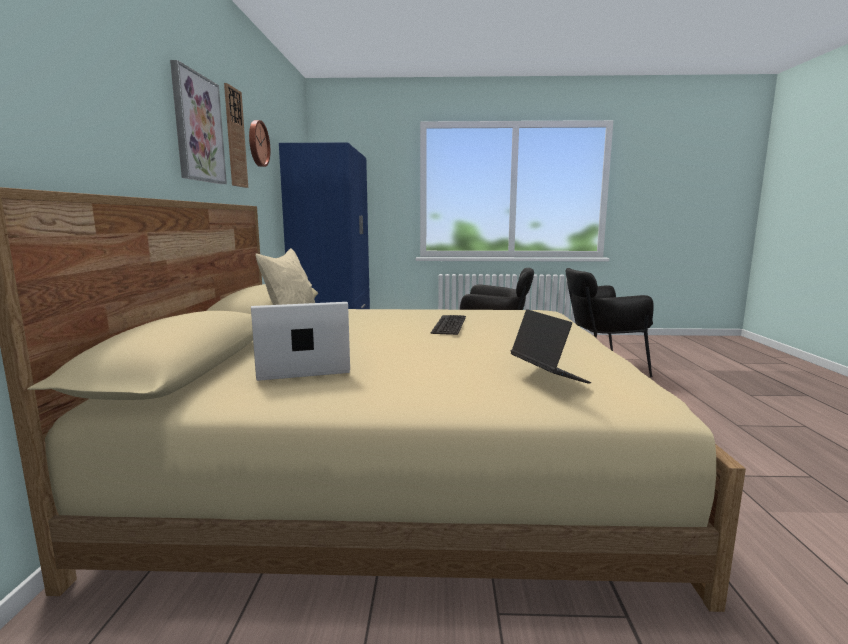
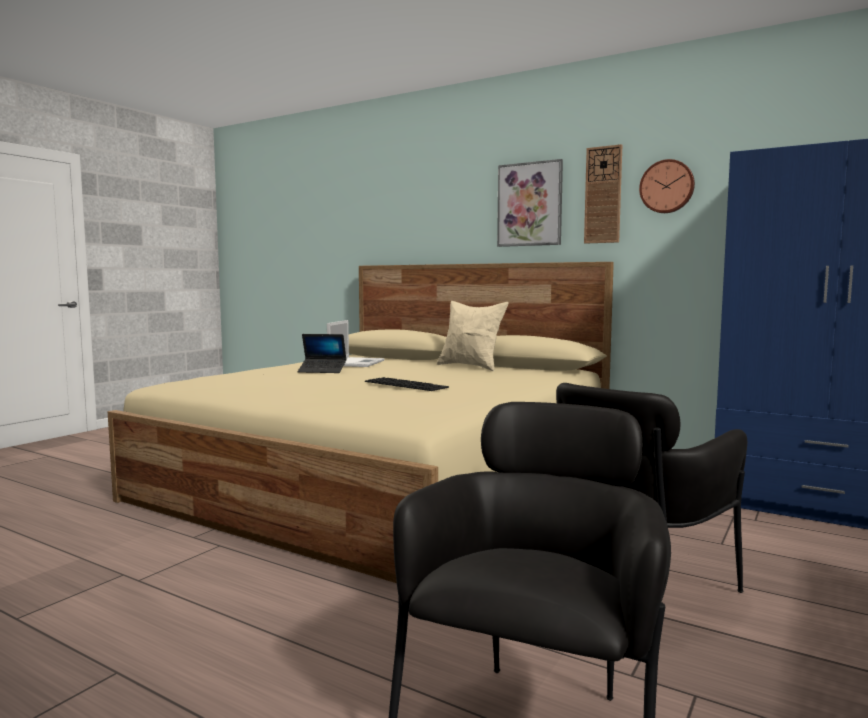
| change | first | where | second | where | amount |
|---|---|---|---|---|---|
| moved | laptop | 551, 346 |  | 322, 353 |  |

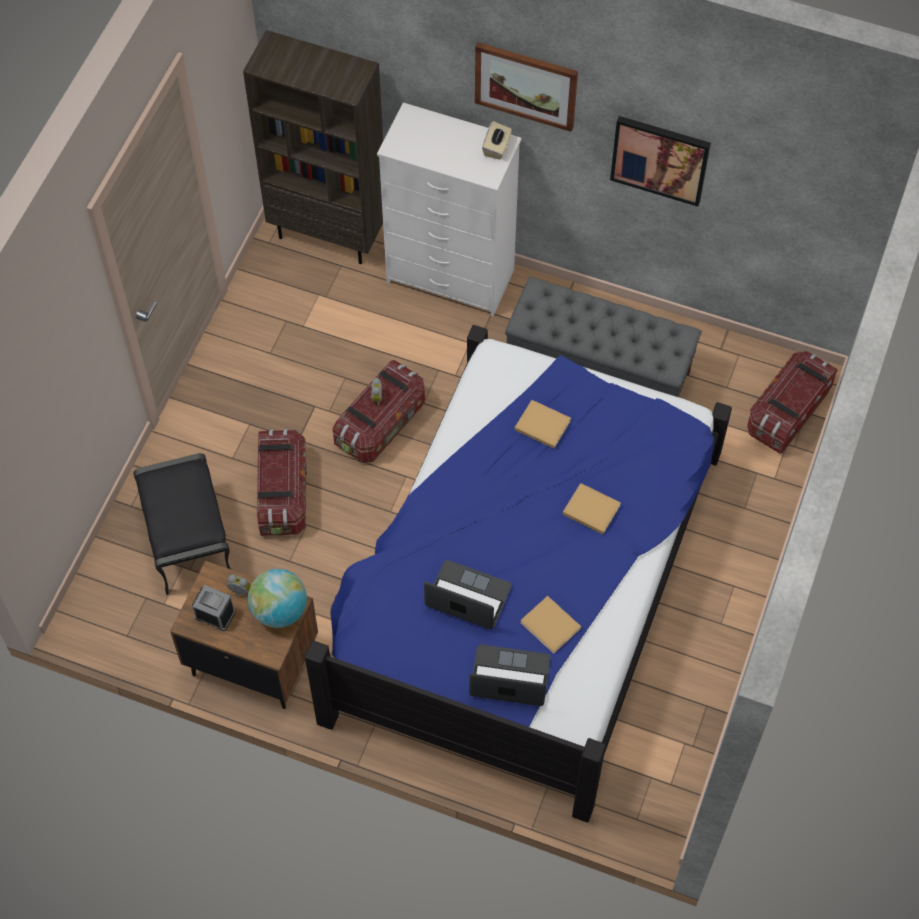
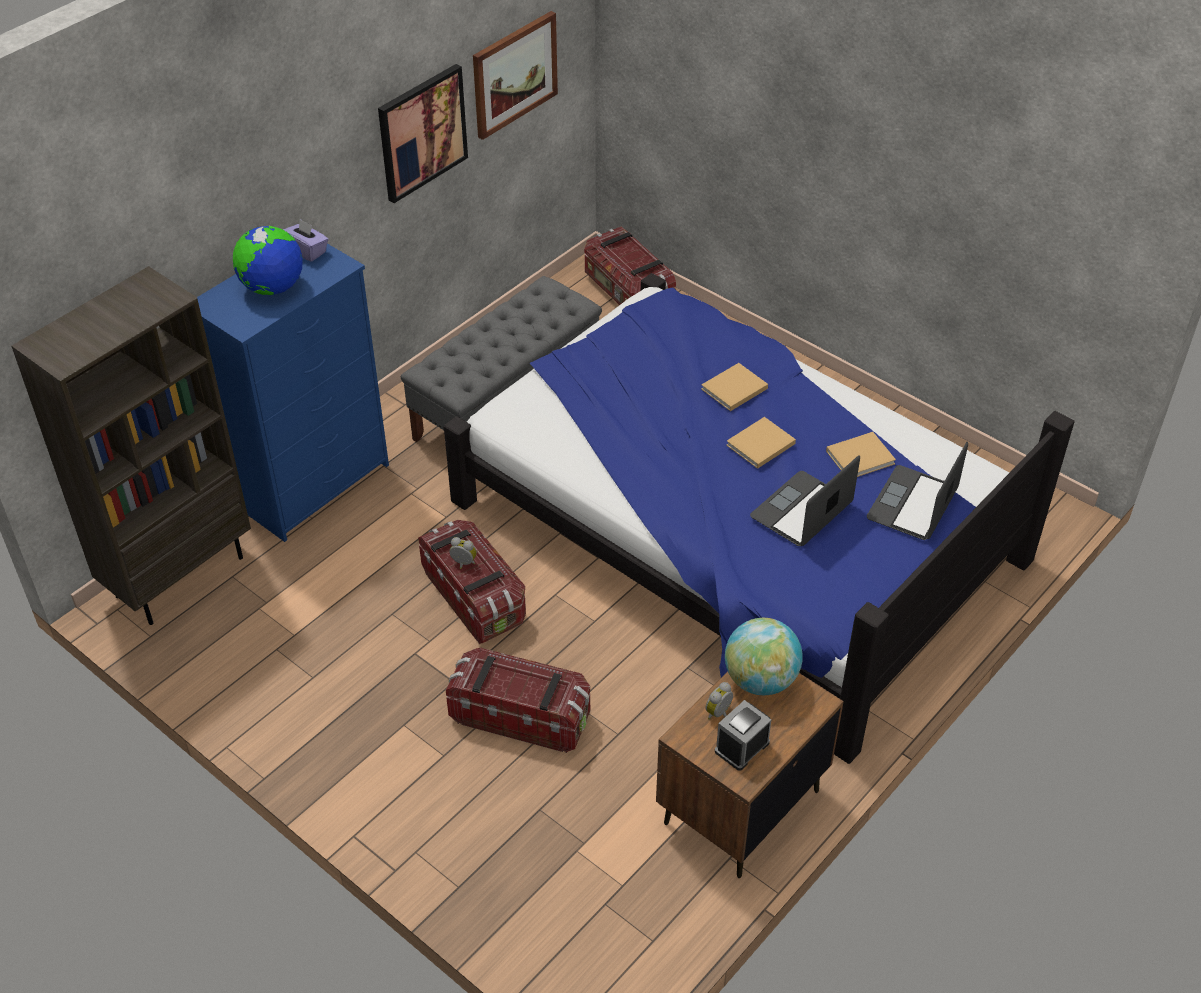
| change | first | where | second | where | amount |
|---|---|---|---|---|---|
| removed | black ottoman | 182, 524 |  |  |  |
| added |  |  | globe | 268, 260 |  |
| moved | picture | 526, 87 |  | 515, 75 |  |
| moved | beige book | 543, 424 |  | 761, 443 |  |
| recoloured | white dresser | 449, 209 | blue dresser | 293, 393 |  |
| recoloured | beige tissue box | 497, 140 | purple tissue box | 306, 240 |  |

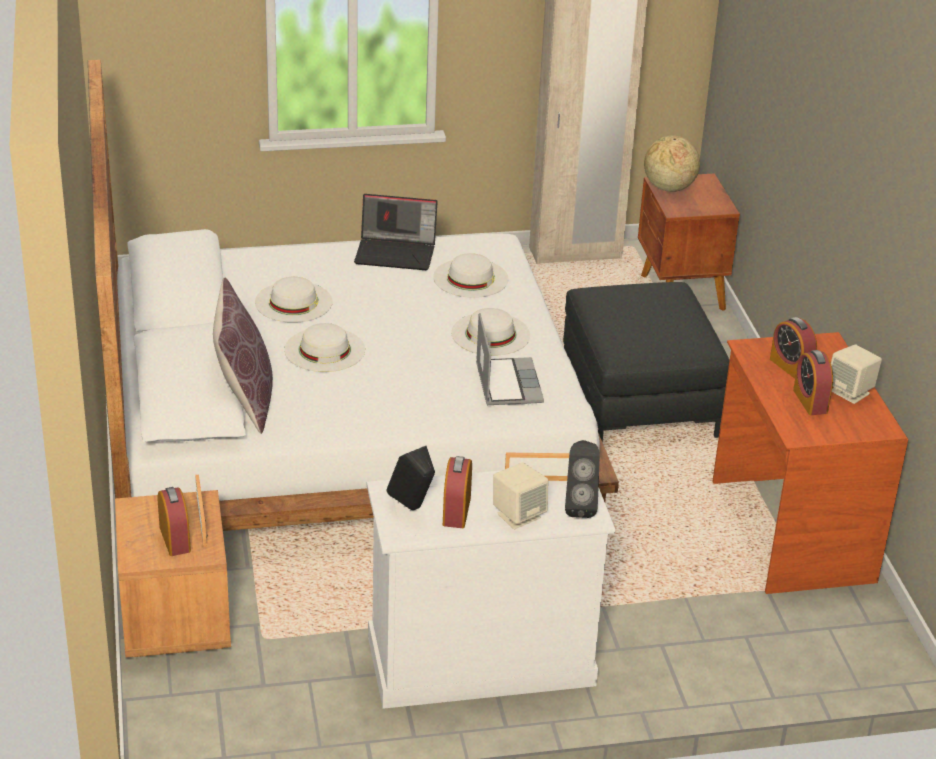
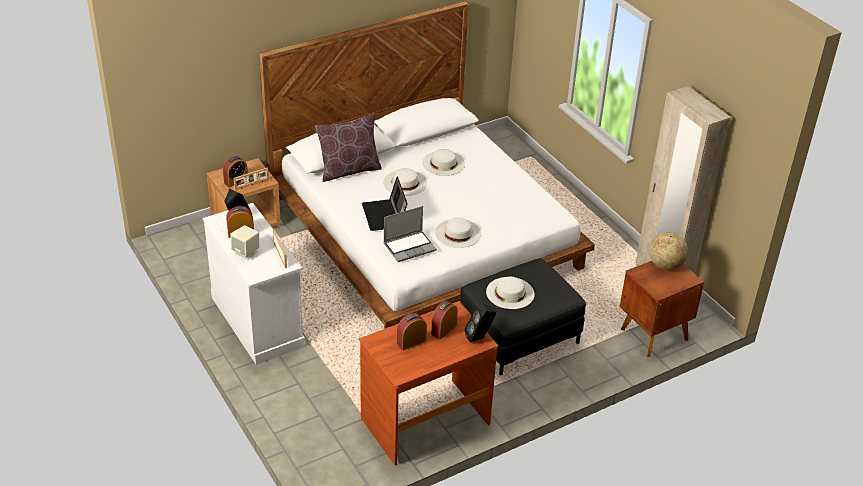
| change | first | where | second | where | amount |
|---|---|---|---|---|---|
| removed | beige speaker | 856, 374 |  |  |  |
| moved | laptop | 396, 232 |  | 385, 204 |  |
| moved | white hat | 471, 275 |  | 510, 293 |  |
| moved | black speaker | 582, 479 |  | 480, 323 |  |

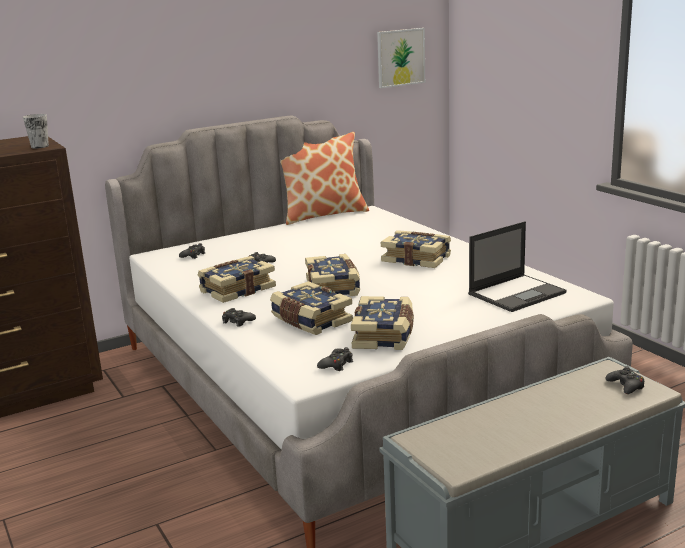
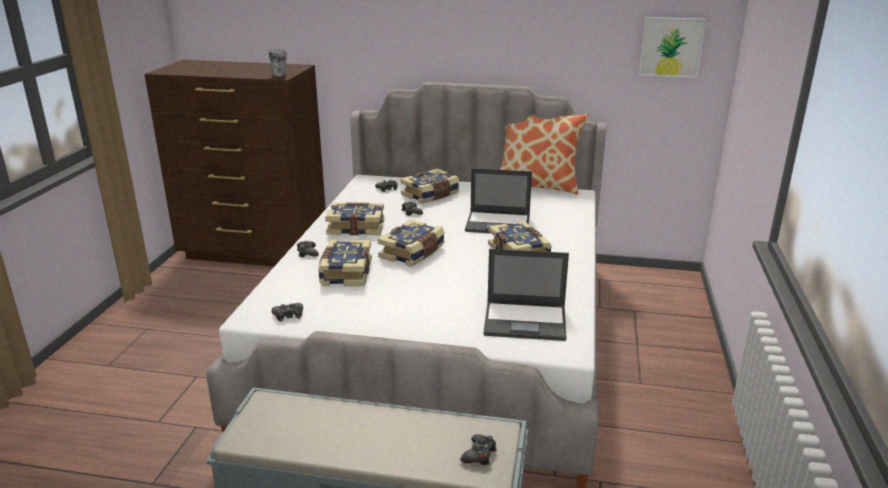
| change | first | where | second | where | amount |
|---|---|---|---|---|---|
| added |  |  | laptop | 498, 200 |  |
| moved | book | 382, 323 |  | 430, 186 |  |

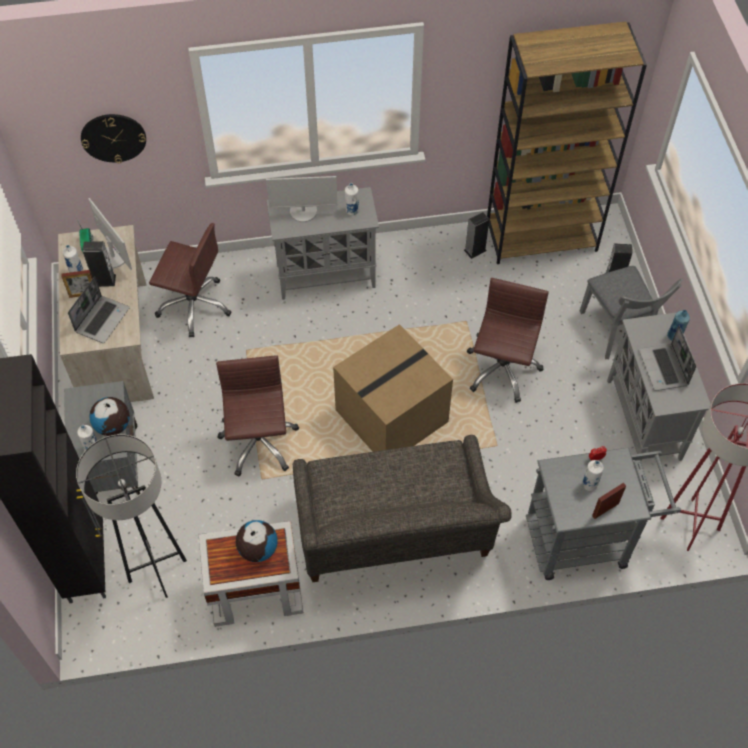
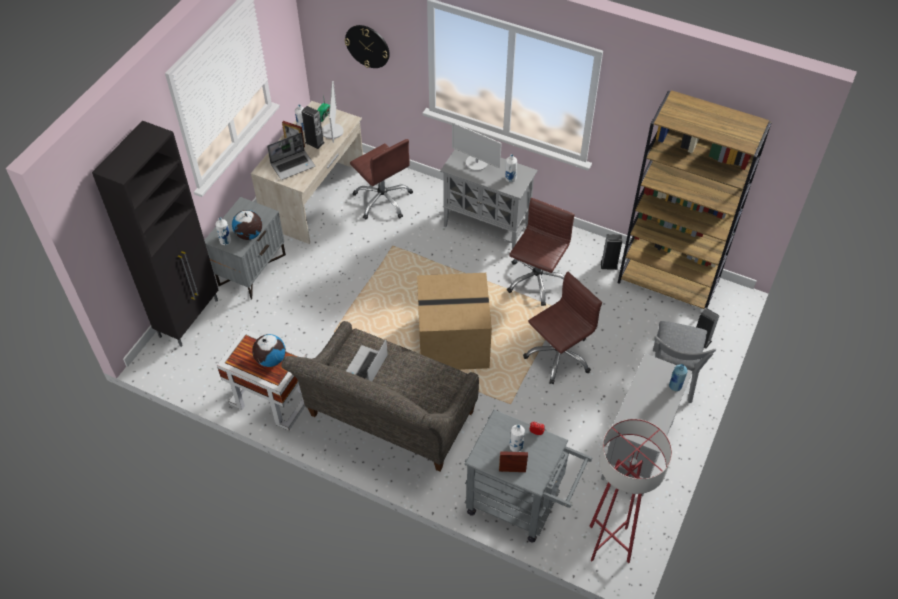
| change | first | where | second | where | amount |
|---|---|---|---|---|---|
| removed | grey floor lamp | 131, 516 |  |  |  |
| moved | brown office chair | 257, 416 |  | 541, 252 |  |
| moved | laptop | 667, 358 |  | 367, 360 |  |

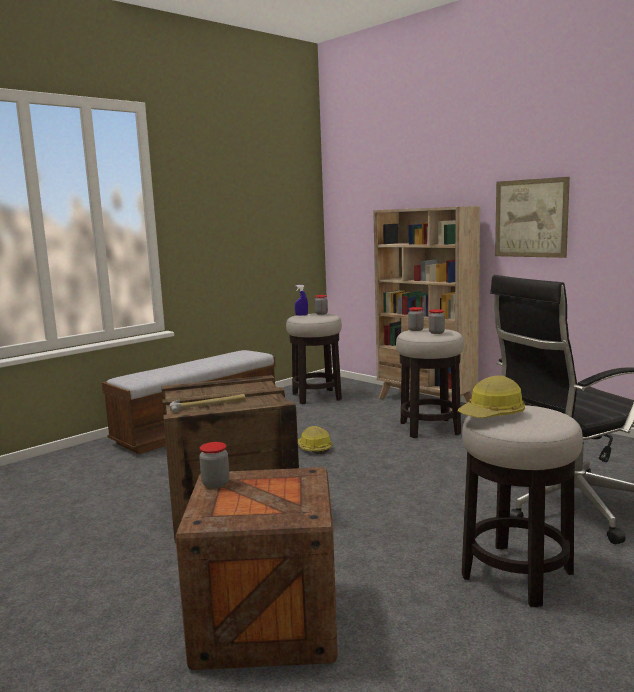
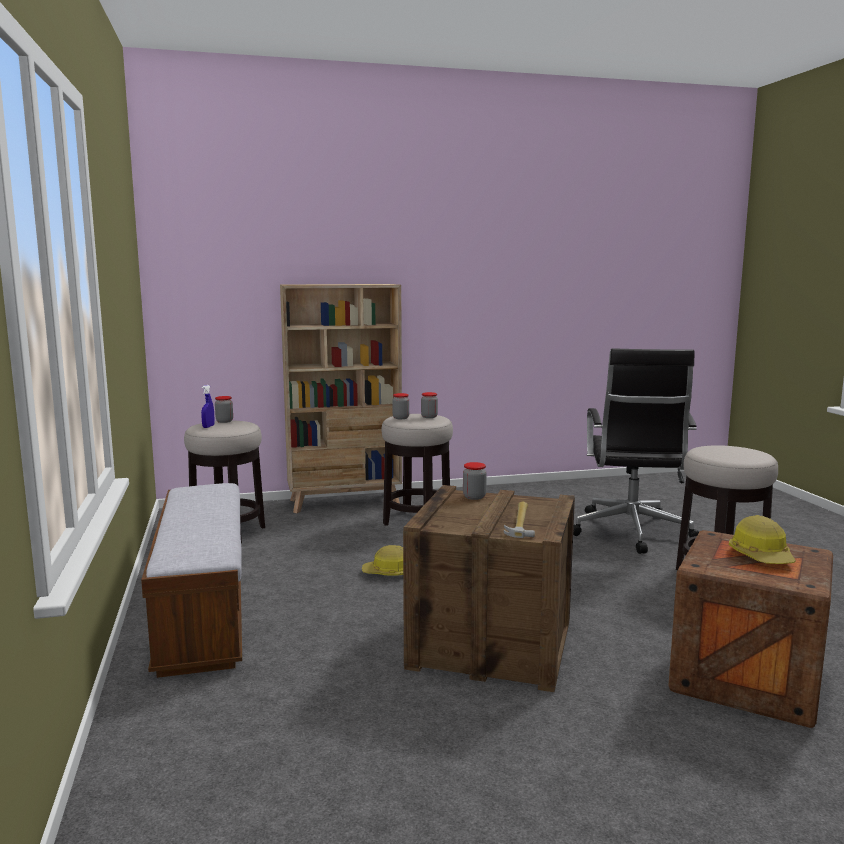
| change | first | where | second | where | amount |
|---|---|---|---|---|---|
| removed | picture | 532, 217 |  |  |  |
| moved | jar | 214, 465 |  | 475, 481 |  |
| moved | hard hat | 491, 396 |  | 762, 539 |  |

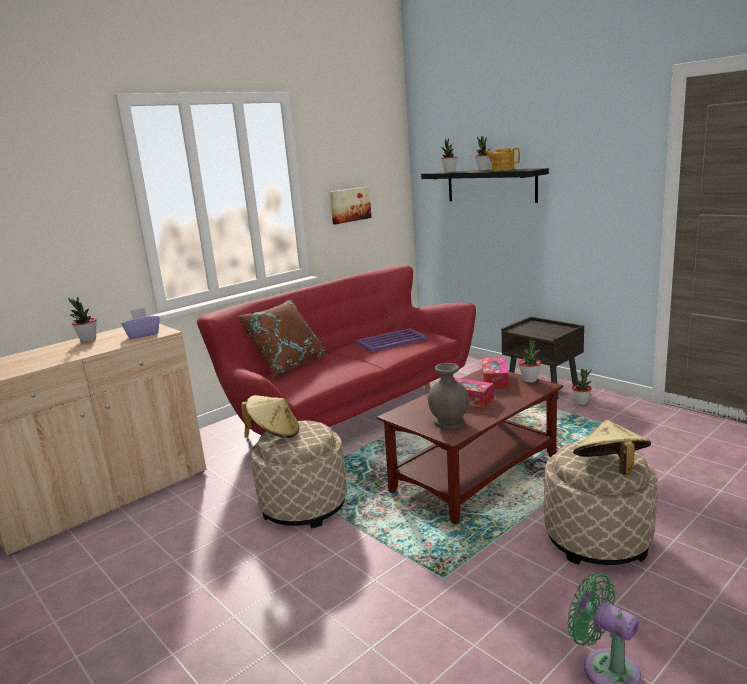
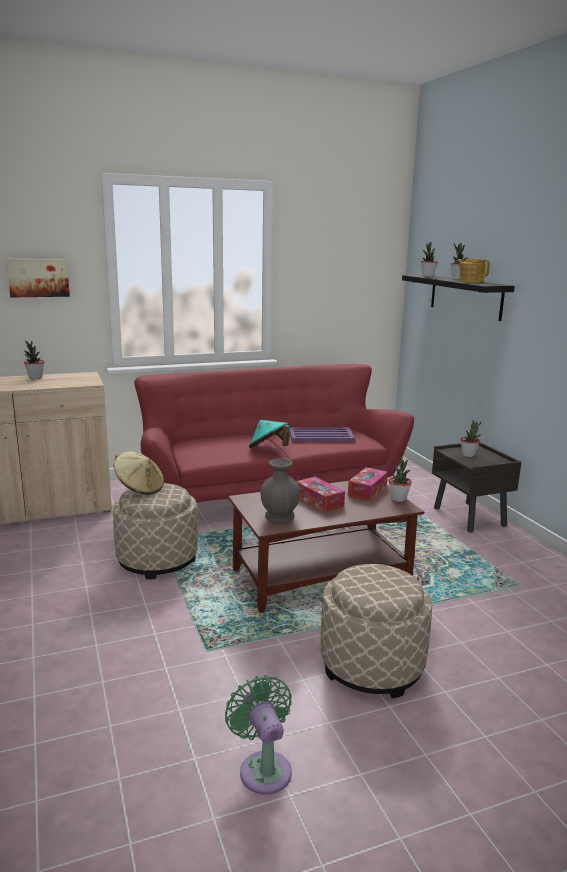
| change | first | where | second | where | amount |
|---|---|---|---|---|---|
| removed | purple tissue box | 140, 323 |  |  |  |
| removed | brown pillow | 283, 338 |  |  |  |
| removed | beige hat | 612, 447 |  |  |  |
| added |  |  | turquoise hat | 269, 434 |  |
| moved | picture | 351, 205 |  | 38, 278 |  |
| moved | potted plant | 582, 387 |  | 470, 438 |  |

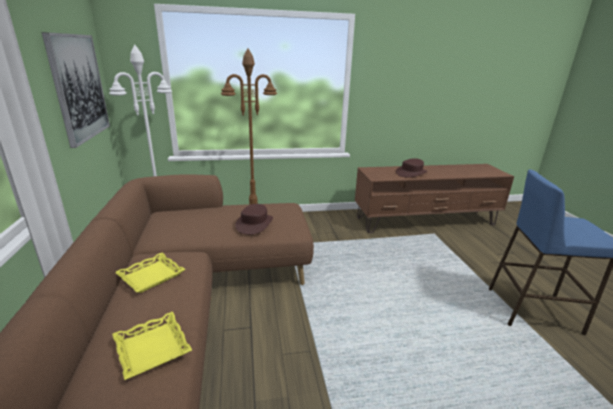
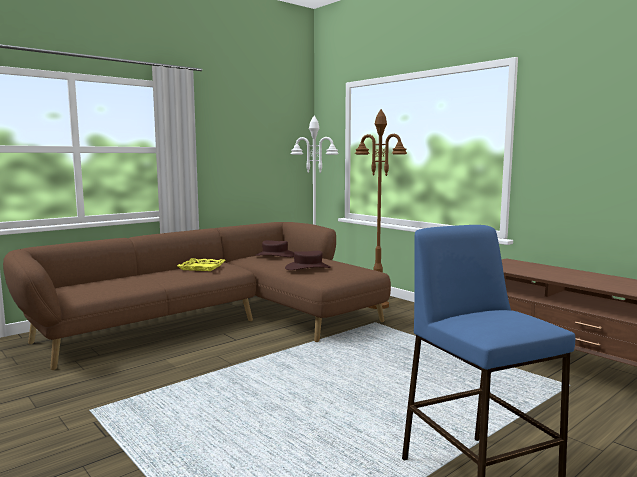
| change | first | where | second | where | amount |
|---|---|---|---|---|---|
| removed | picture | 75, 90 |  |  |  |
| removed | yellow tray | 152, 346 |  |  |  |
| moved | brown hat | 412, 168 |  | 274, 248 |  |

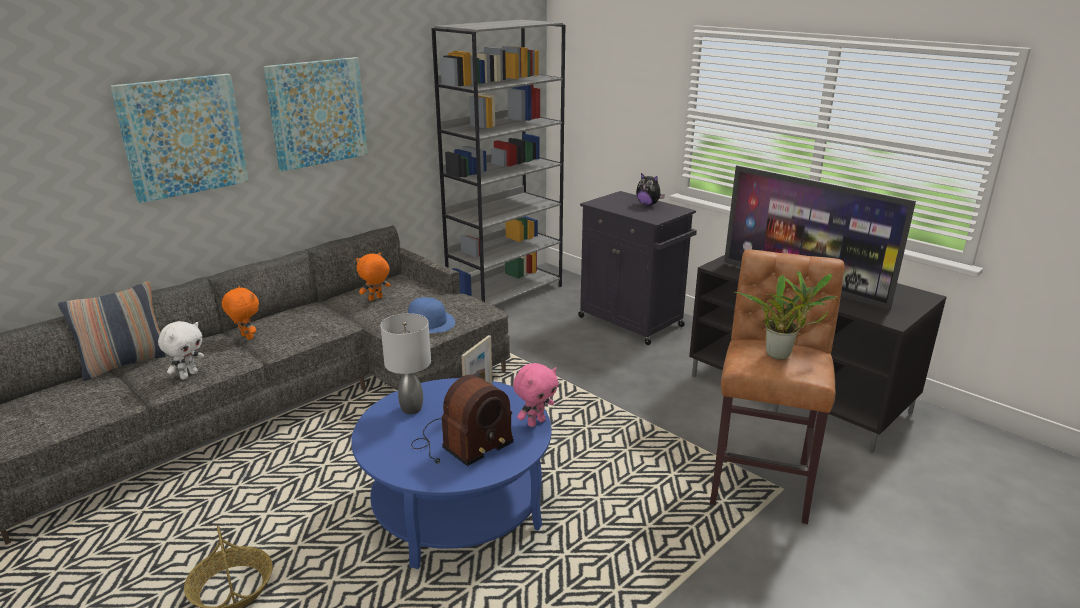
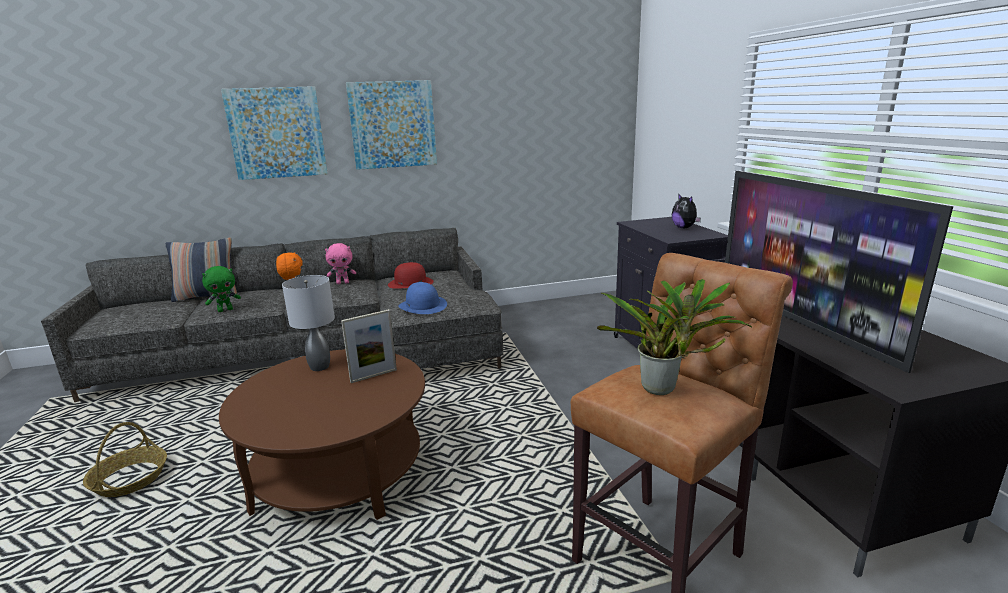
| change | first | where | second | where | amount |
|---|---|---|---|---|---|
| removed | radio | 462, 420 |  |  |  |
| removed | grey bookcase | 498, 163 |  |  |  |
| moved | pink plush toy | 535, 395 |  | 340, 263 |  |
| replaced | orange plush toy | 373, 276 | red hat | 410, 275 |  |
| recoloured | white plush toy | 181, 350 | green plush toy | 221, 289 |  |
| recoloured | blue coffee table | 451, 473 | brown coffee table | 322, 434 |  |

